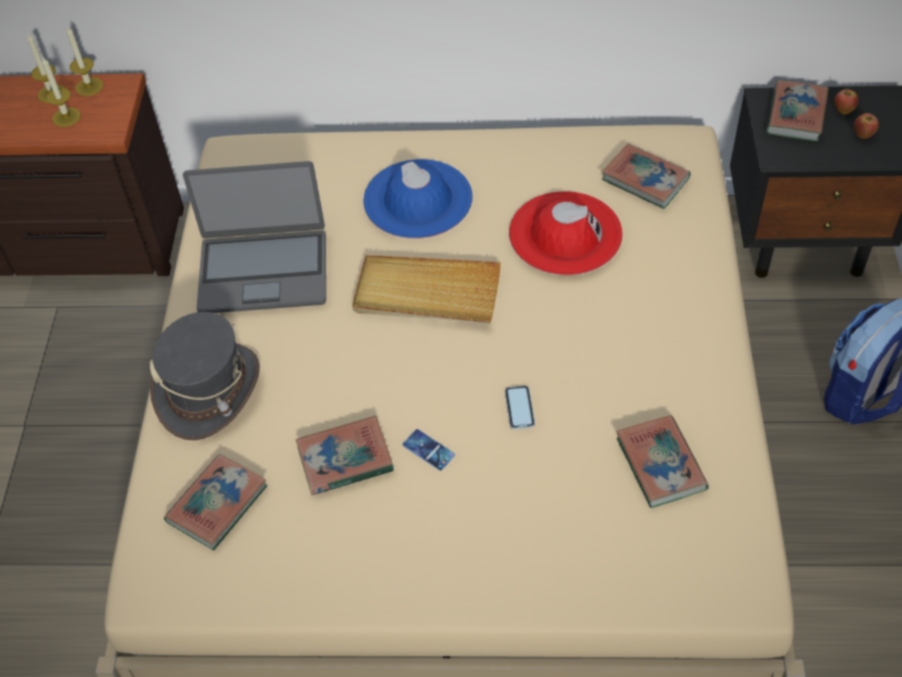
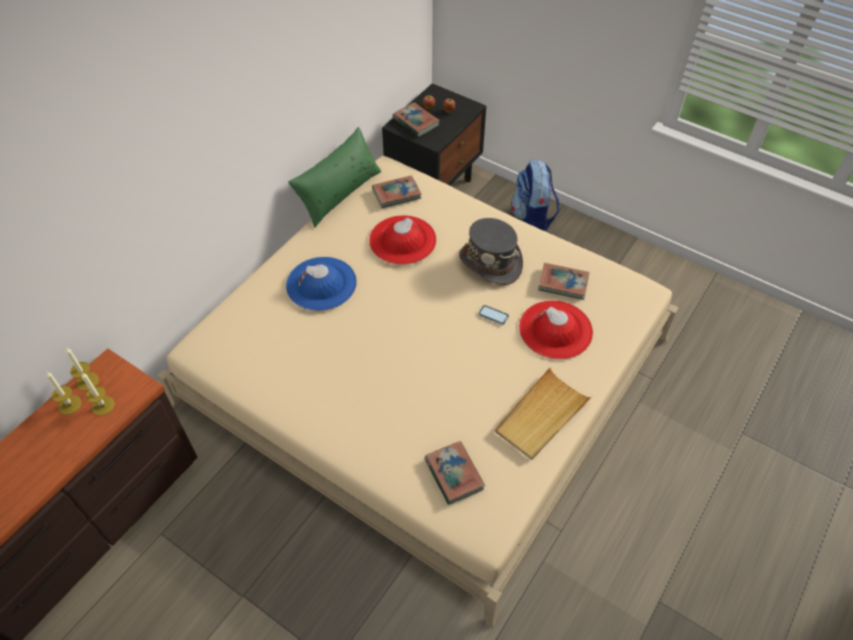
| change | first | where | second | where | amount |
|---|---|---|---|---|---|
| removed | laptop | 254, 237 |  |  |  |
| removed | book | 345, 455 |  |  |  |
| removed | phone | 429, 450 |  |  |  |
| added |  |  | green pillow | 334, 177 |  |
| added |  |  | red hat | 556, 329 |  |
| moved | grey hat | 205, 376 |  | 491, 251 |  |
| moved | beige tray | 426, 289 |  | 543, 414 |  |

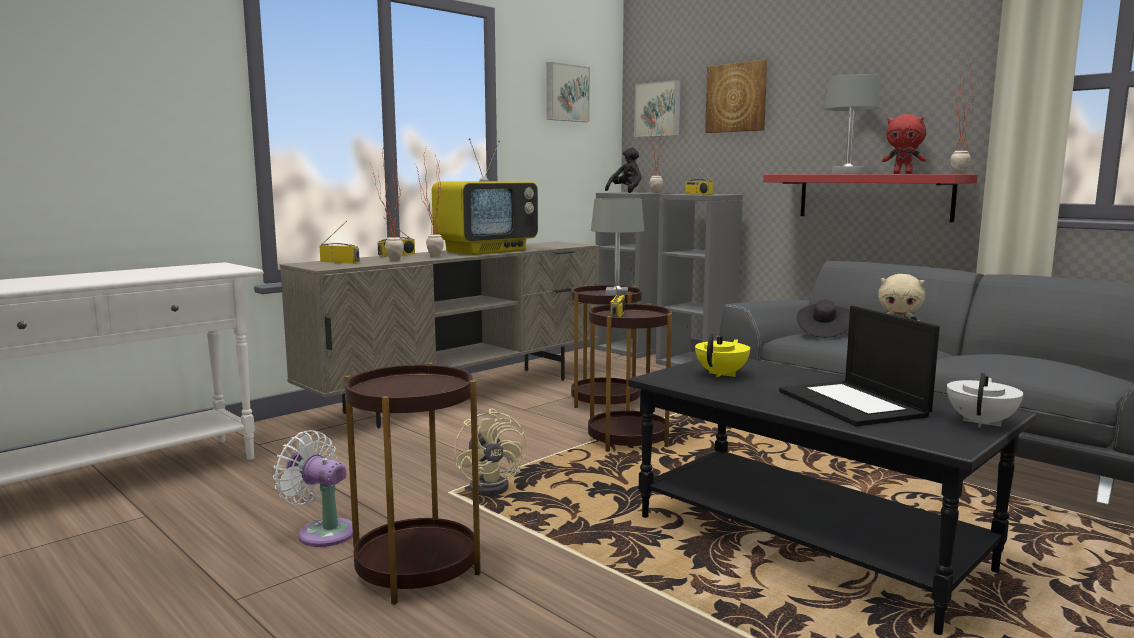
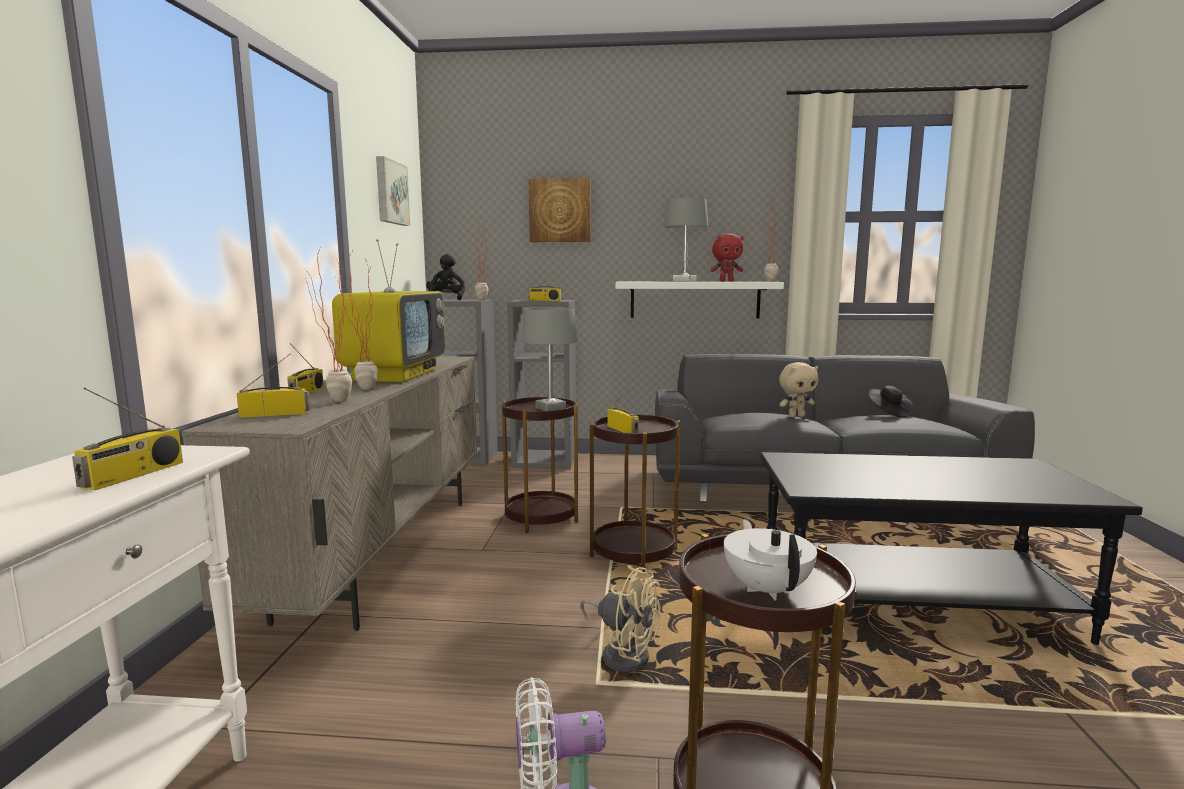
| change | first | where | second | where | amount |
|---|---|---|---|---|---|
| removed | picture | 657, 108 |  |  |  |
| removed | yellow teapot | 722, 355 |  |  |  |
| removed | laptop | 859, 366 |  |  |  |
| added |  |  | radio | 127, 438 |  |
| moved | black hat | 823, 319 |  | 891, 401 |  |
| moved | white teapot | 985, 400 |  | 770, 559 |  |
| recoloured | red shelf | 870, 198 | white shelf | 699, 300 |  |

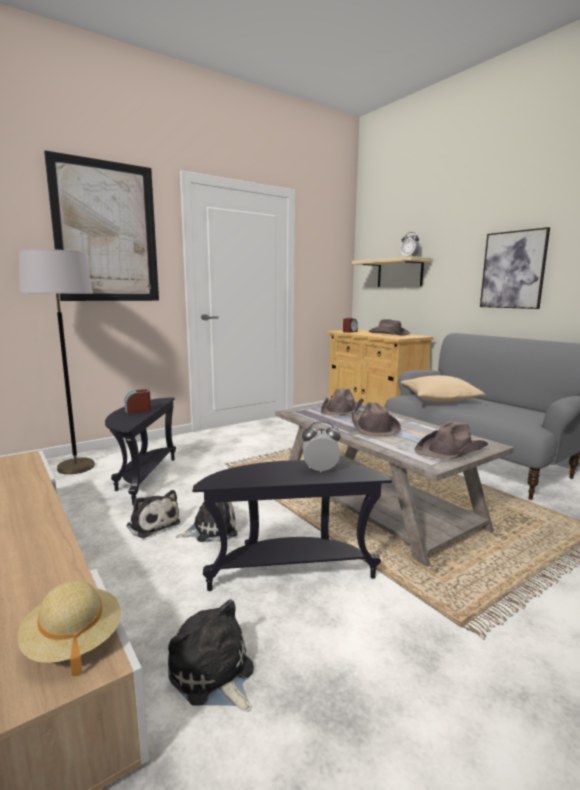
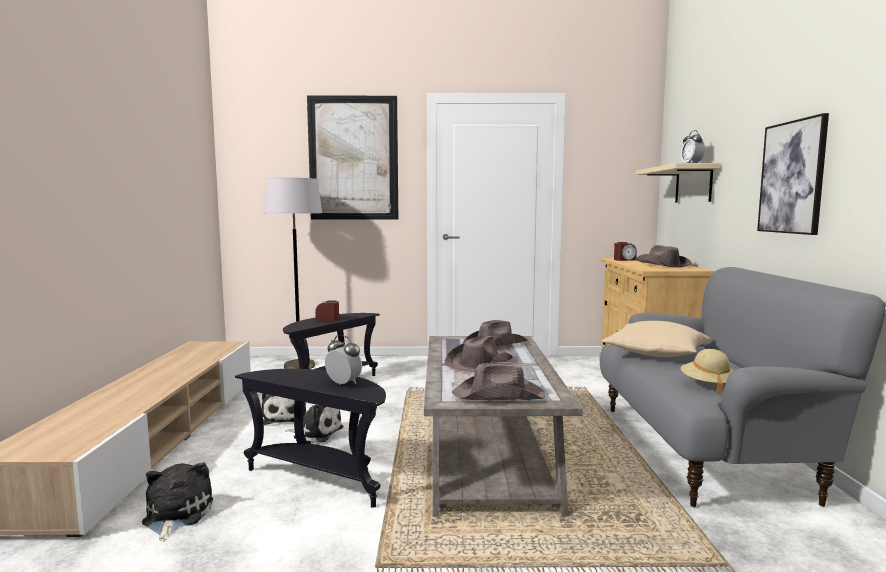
| change | first | where | second | where | amount |
|---|---|---|---|---|---|
| moved | beige hat | 69, 628 |  | 707, 372 |  |

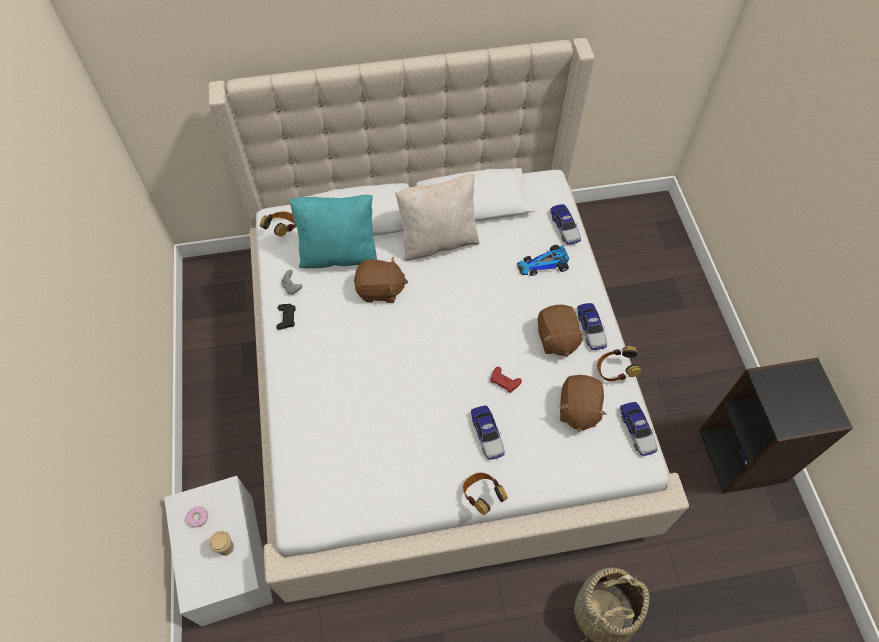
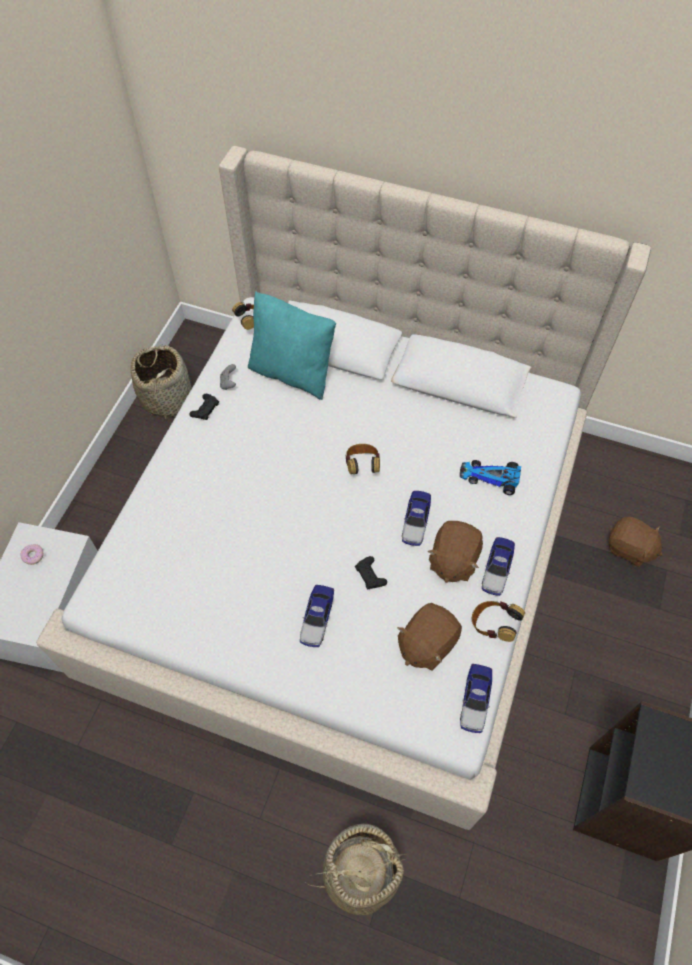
| change | first | where | second | where | amount |
|---|---|---|---|---|---|
| removed | cup | 221, 543 |  |  |  |
| removed | beige pillow | 437, 217 |  |  |  |
| added |  |  | basket | 161, 382 |  |
| moved | brown plush toy | 381, 280 |  | 636, 542 |  |
| moved | headphones | 485, 494 |  | 362, 459 |  |
| moved | toy car | 565, 224 |  | 416, 518 |  |
| recoloured | red game controller | 506, 380 | black game controller | 371, 572 |  |

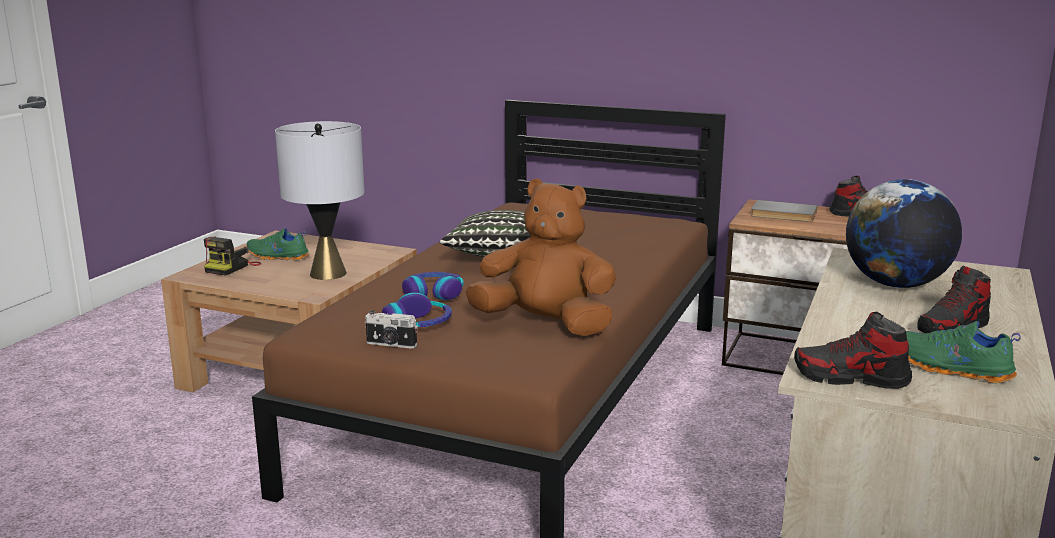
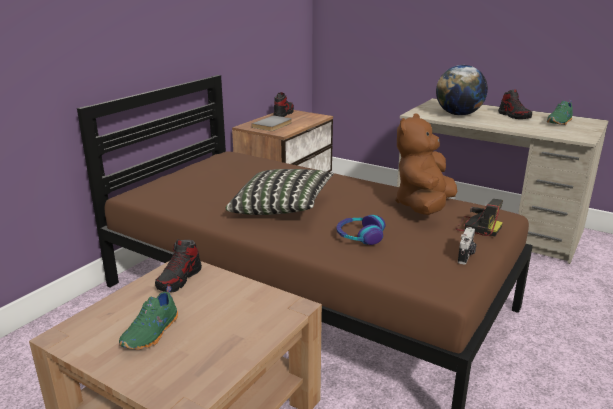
| change | first | where | second | where | amount |
|---|---|---|---|---|---|
| removed | grey table lamp | 320, 200 |  |  |  |
| removed | headphones | 417, 309 |  |  |  |
| moved | photo camera | 232, 256 |  | 479, 218 |  |
| moved | shoe | 853, 350 |  | 178, 265 |  |

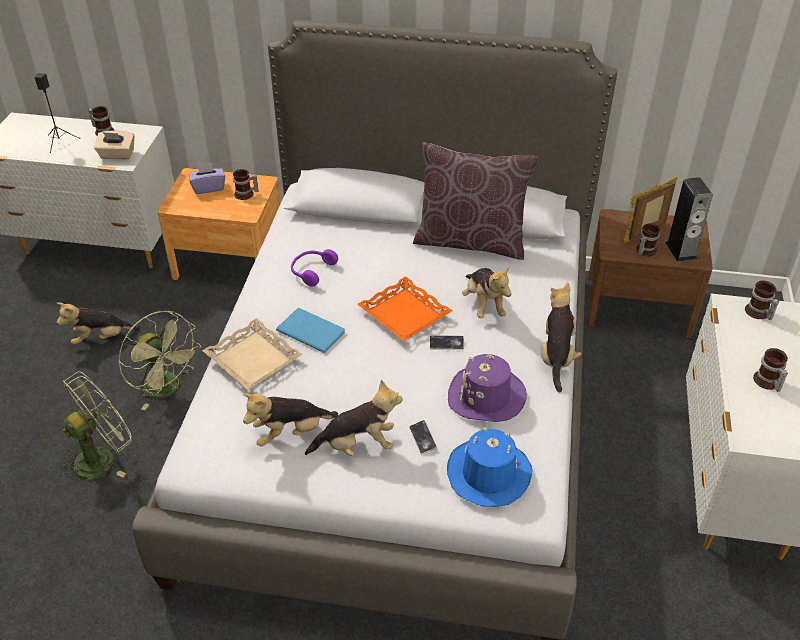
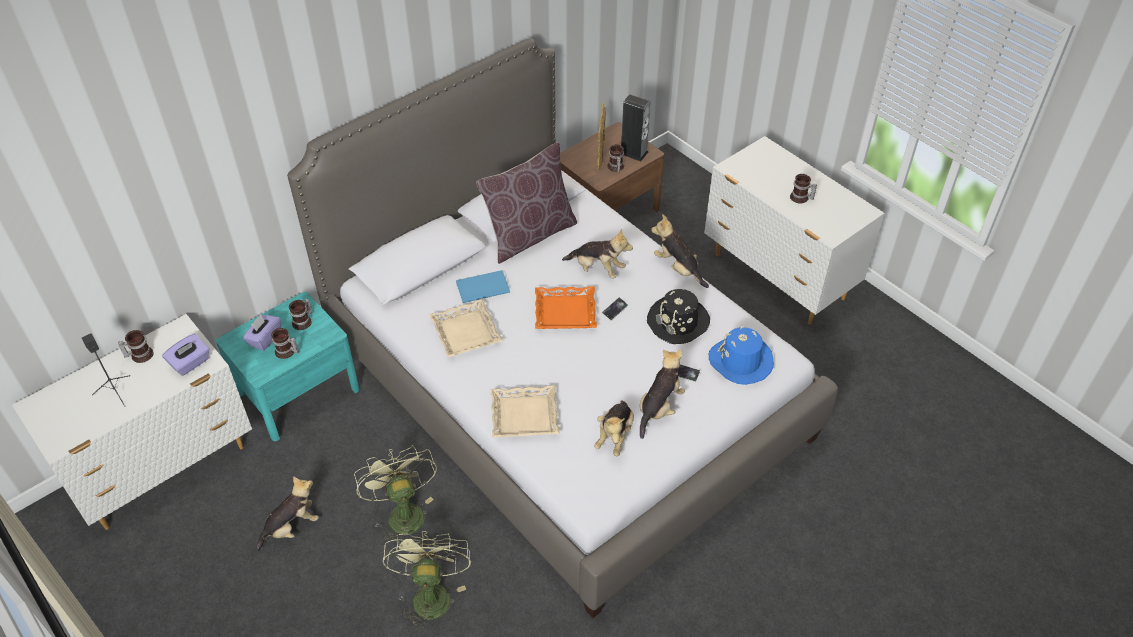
| change | first | where | second | where | amount |
|---|---|---|---|---|---|
| moved | blue book | 310, 330 |  | 483, 286 |  |
| moved | mug | 762, 300 |  | 285, 343 |  |
| replaced | purple headphones | 314, 267 | beige tray | 466, 328 |  |
| recoloured | beige tissue box | 114, 144 | purple tissue box | 185, 355 |  |
| recoloured | brown nightstand | 218, 224 | turquoise nightstand | 288, 366 |  |
| recoloured | purple hat | 487, 388 | black hat | 678, 316 |  |
| turned | plush toy | 99, 323 |  | 287, 514 | 150 degrees counterclockwise |
| turned | green fan | 160, 360 |  | 395, 494 | 105 degrees counterclockwise |

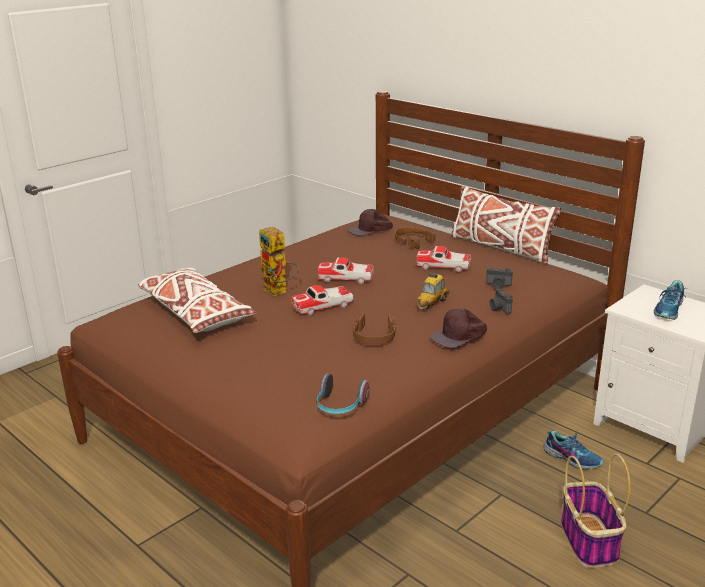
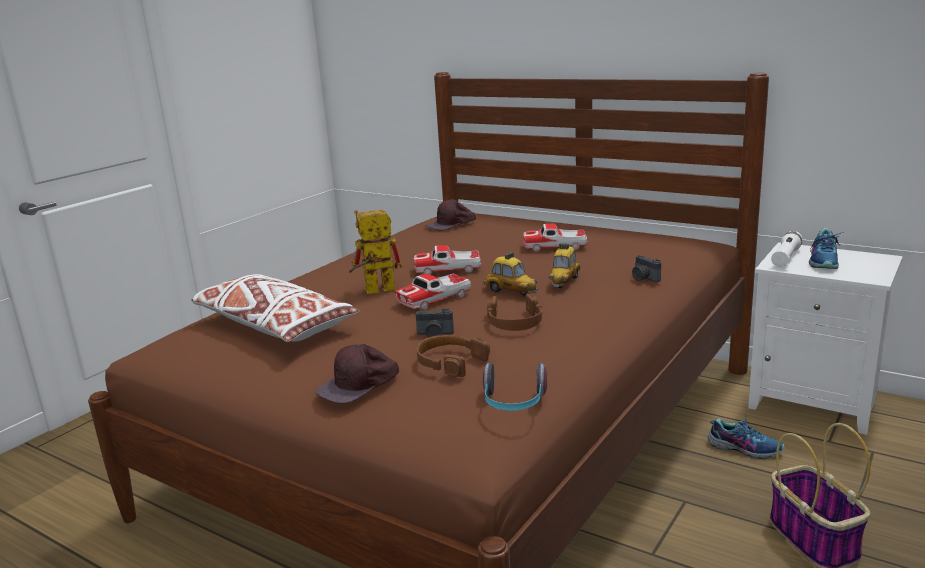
| change | first | where | second | where | amount |
|---|---|---|---|---|---|
| removed | white pillow | 506, 225 |  |  |  |
| added |  |  | toy car | 510, 274 |  |
| added |  |  | white flashlight | 787, 249 |  |
| moved | brown headphones | 415, 238 |  | 453, 356 |  |
| moved | brown cap | 458, 328 |  | 357, 374 |  |
| moved | photo camera | 499, 278 |  | 435, 323 |  |
| turned | toy robot | 279, 261 |  | 376, 252 | 120 degrees clockwise |

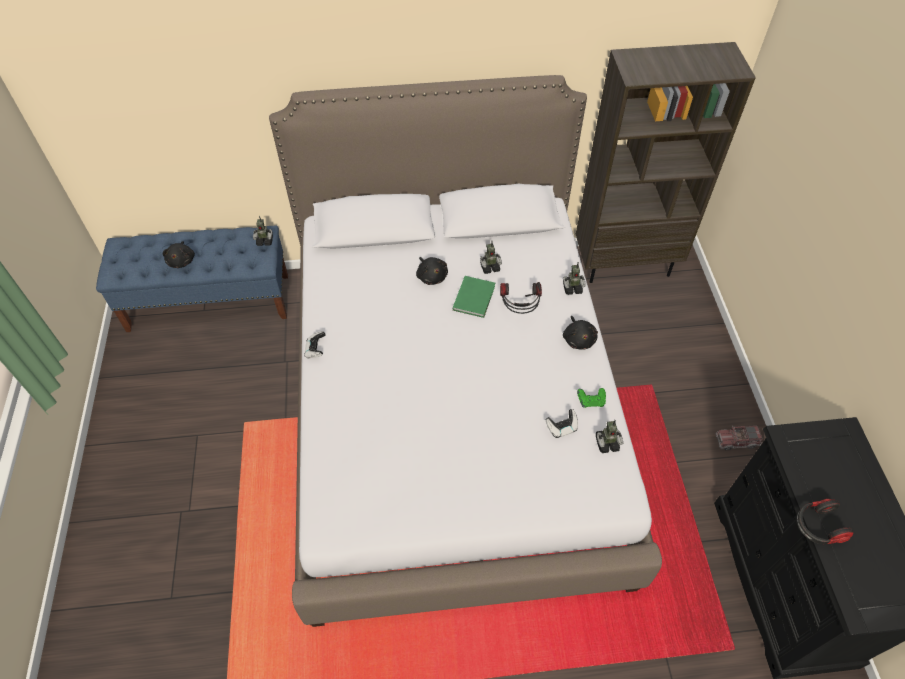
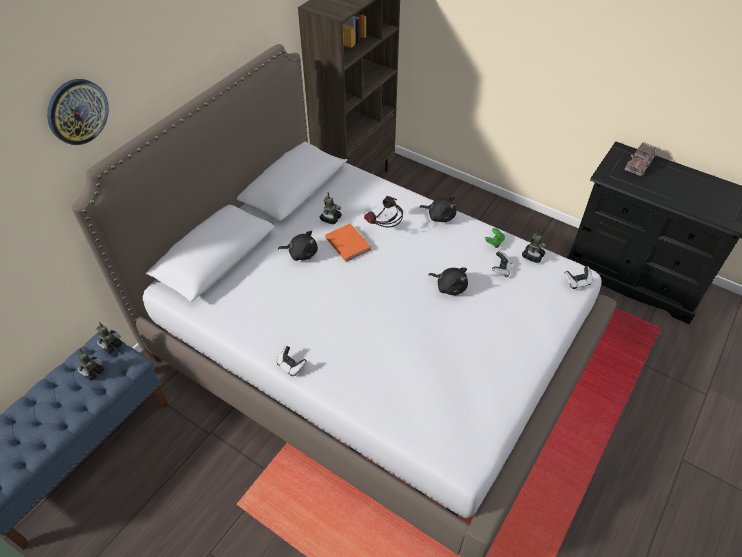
| change | first | where | second | where | amount |
|---|---|---|---|---|---|
| removed | headphones | 825, 521 |  |  |  |
| added |  |  | wall clock | 78, 112 |  |
| added |  |  | game controller | 578, 277 |  |
| moved | black plush toy | 179, 254 |  | 448, 281 |  |
| moved | toy robot | 574, 278 |  | 90, 365 |  |
| moved | toy truck | 739, 437 |  | 640, 159 |  |
| recoloured | green book | 474, 297 | orange book | 348, 242 |  |

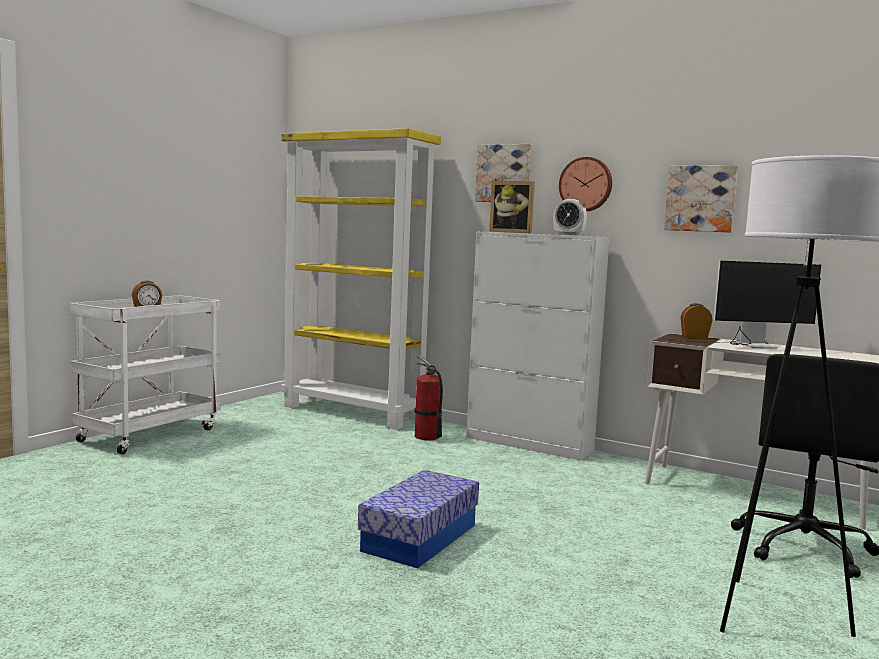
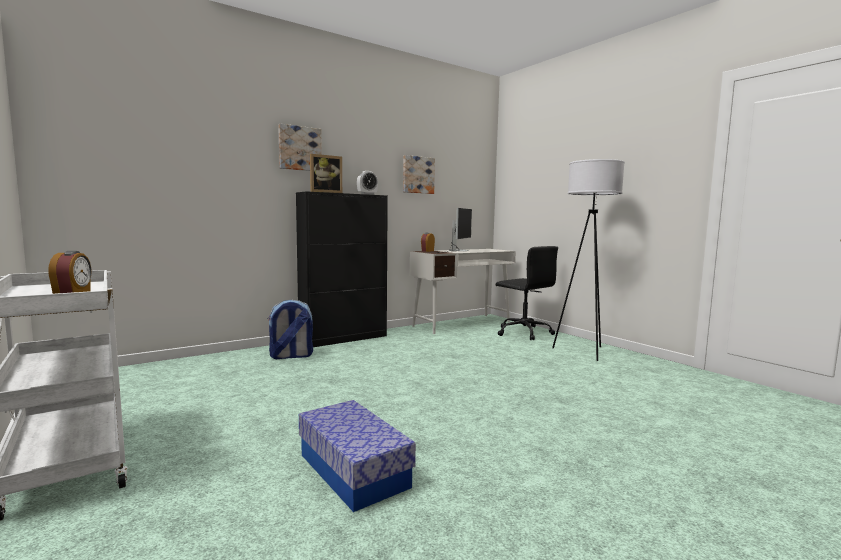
| change | first | where | second | where | amount |
|---|---|---|---|---|---|
| removed | yellow bookcase | 361, 279 |  |  |  |
| removed | wall clock | 585, 184 |  |  |  |
| moved | storage box | 418, 519 |  | 357, 456 |  |
| replaced | fire extinguisher | 429, 397 | backpack | 290, 329 |  |
| recoloured | white cabinet | 538, 346 | black cabinet | 342, 269 |  |

